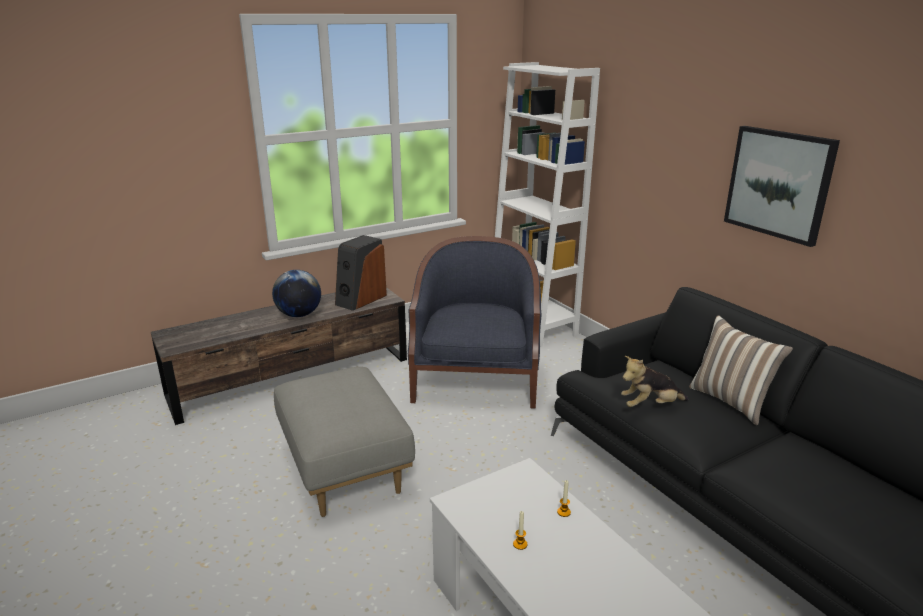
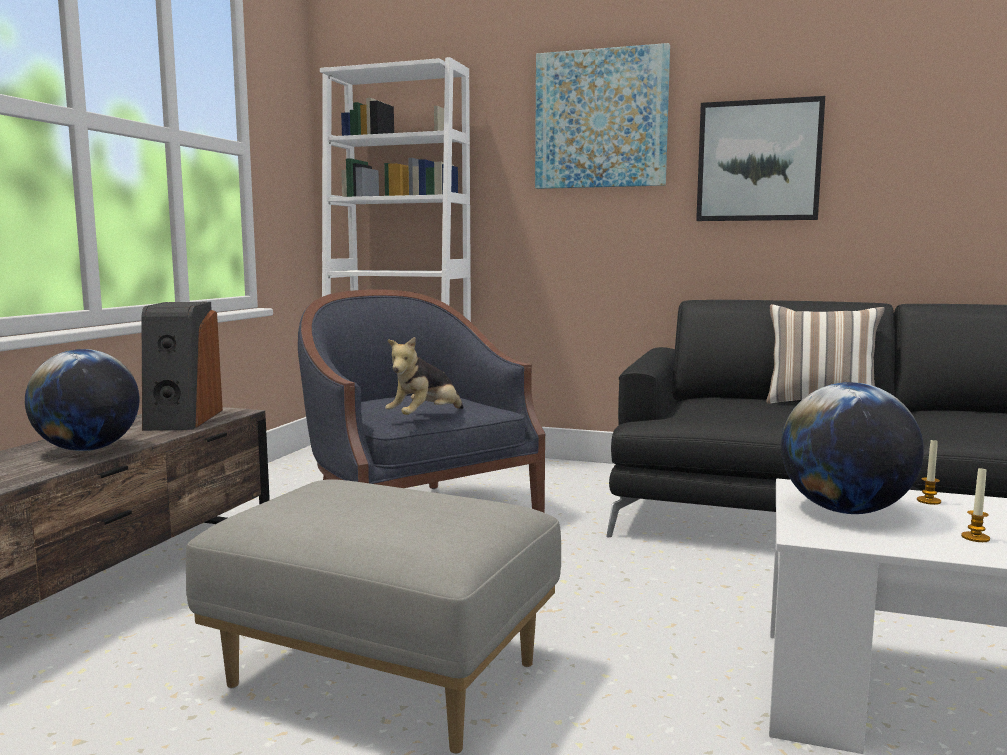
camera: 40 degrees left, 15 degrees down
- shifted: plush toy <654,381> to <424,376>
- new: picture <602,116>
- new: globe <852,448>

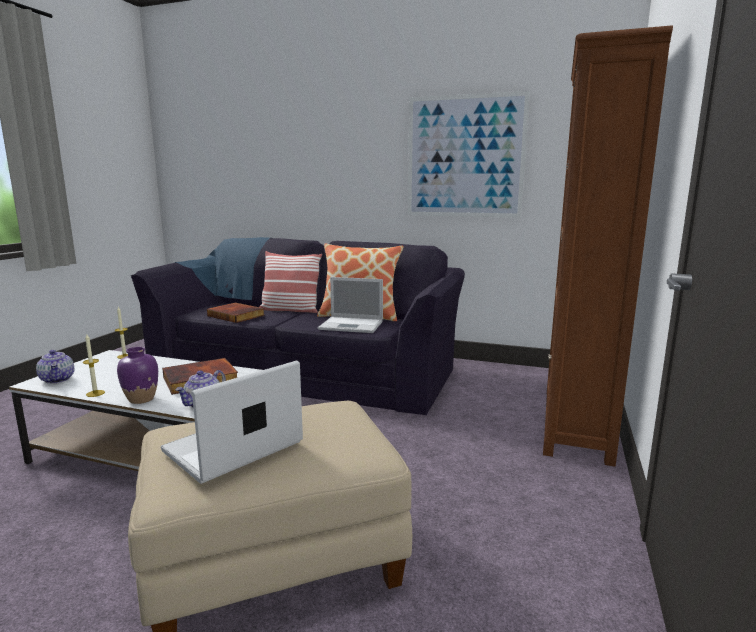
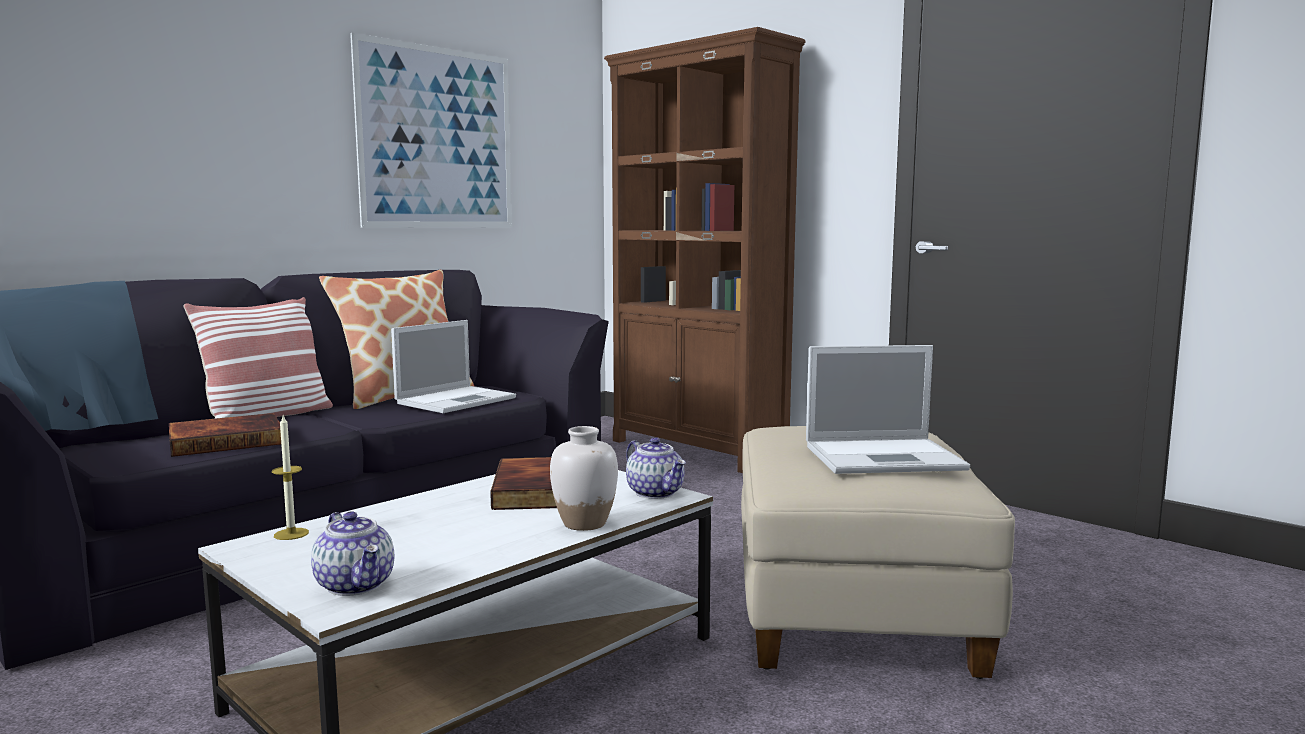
camera: 65 degrees left, 5 degrees down
- rotated: teapot <55,367> = <353,553> 60 degrees clockwise
- repainted: purple vase <137,375> to white vase <584,478>
- rotated: laptop <232,422> = <888,409> 75 degrees counterclockwise
- gone: candle <94,365>

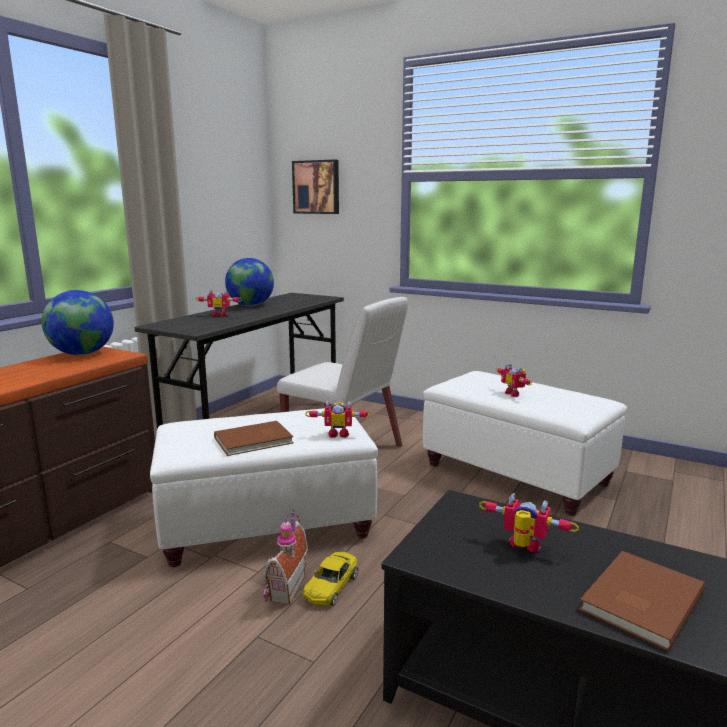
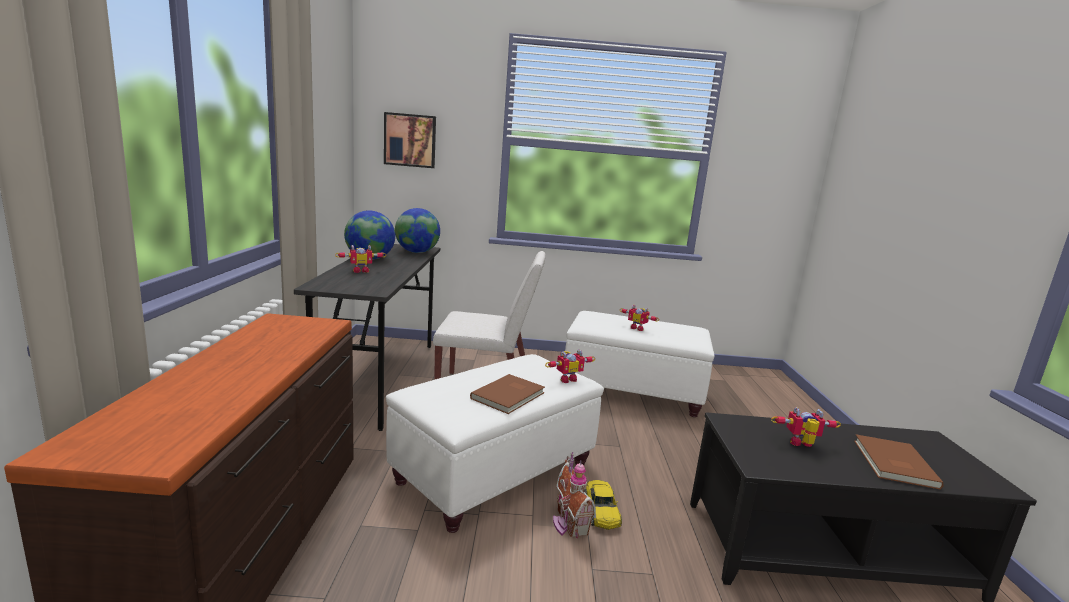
camera: 30 degrees left, 0 degrees up
- shifted: globe <78,322> to <417,230>

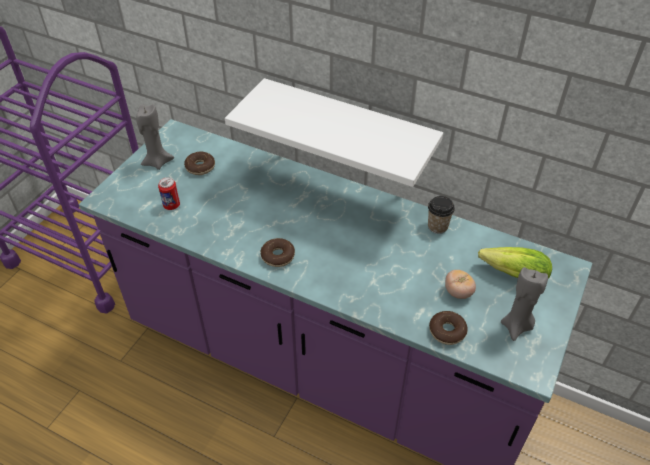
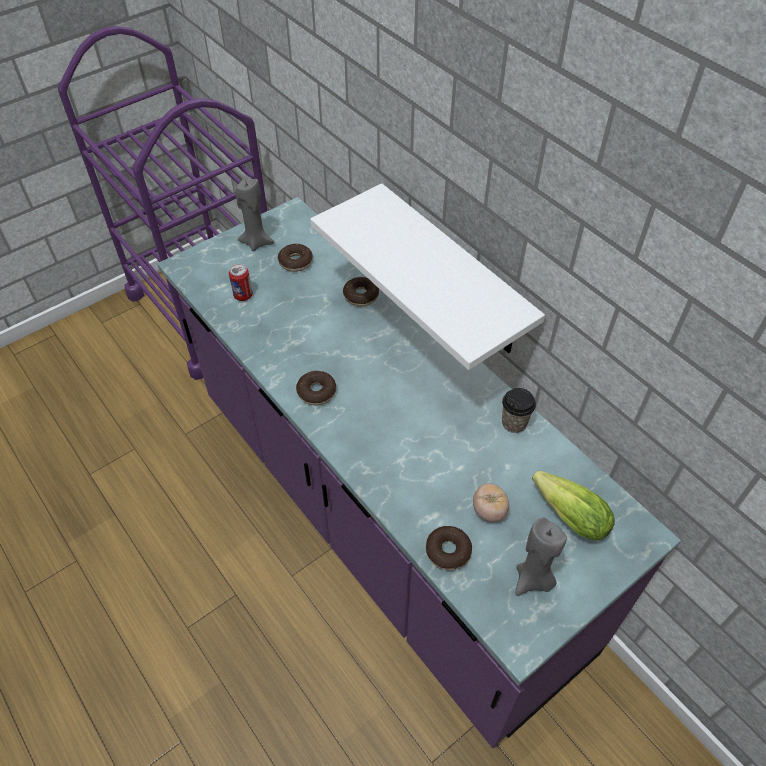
camera: 25 degrees right, 5 degrees up
- new: donut <361,292>

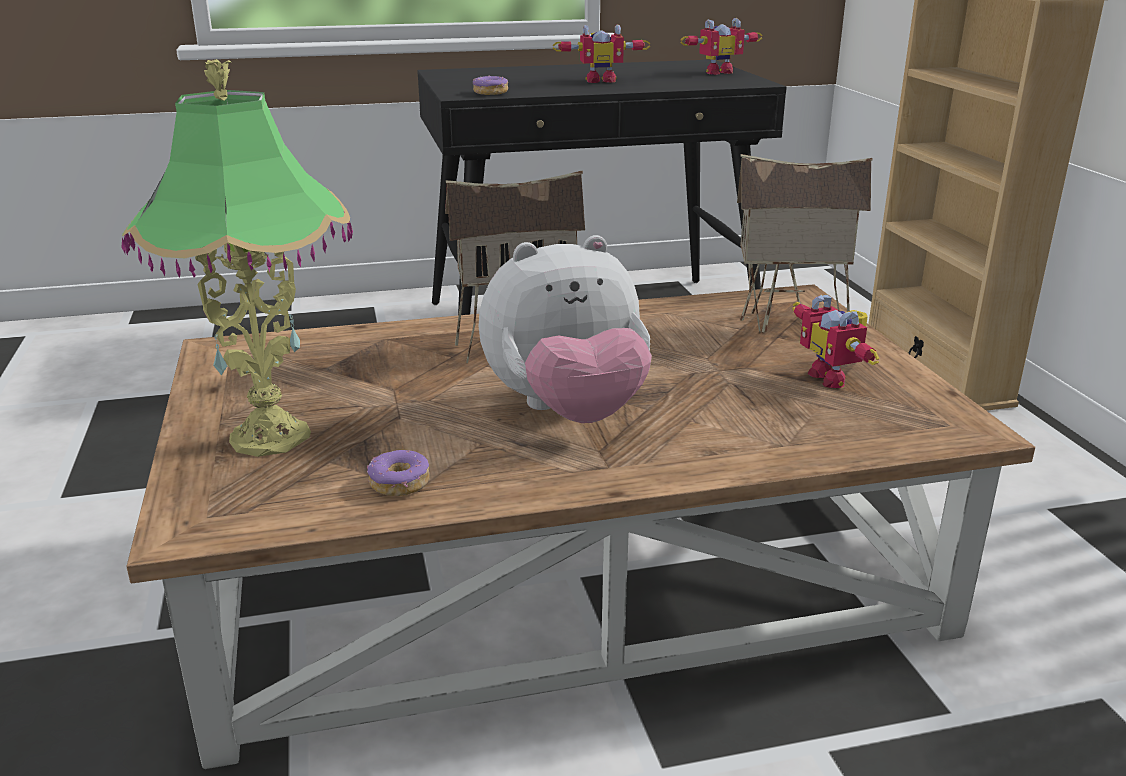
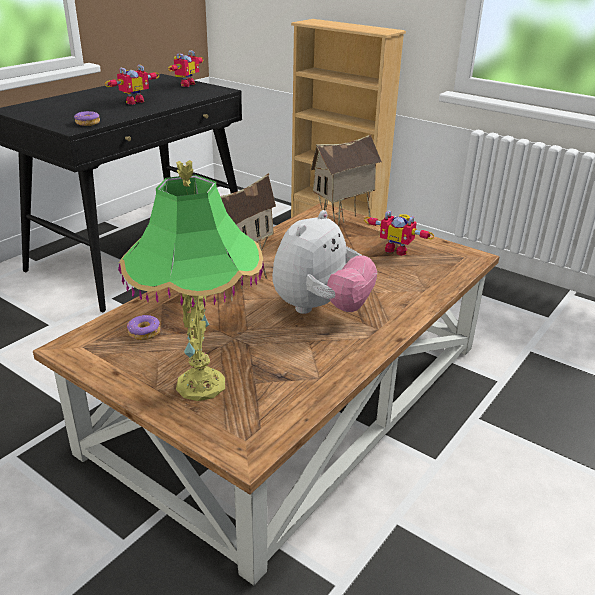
camera: 40 degrees left, 5 degrees up
- shifted: donut <398,473> to <143,327>

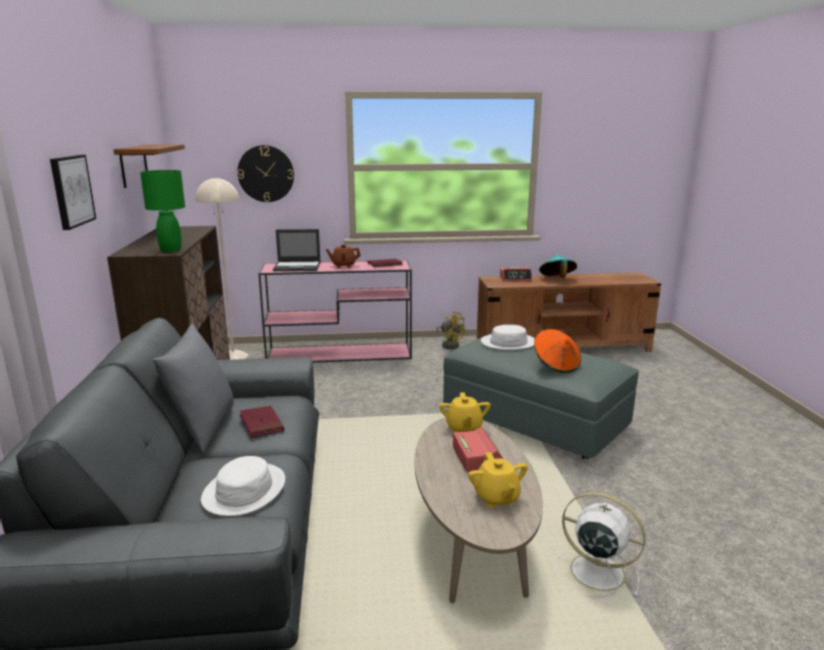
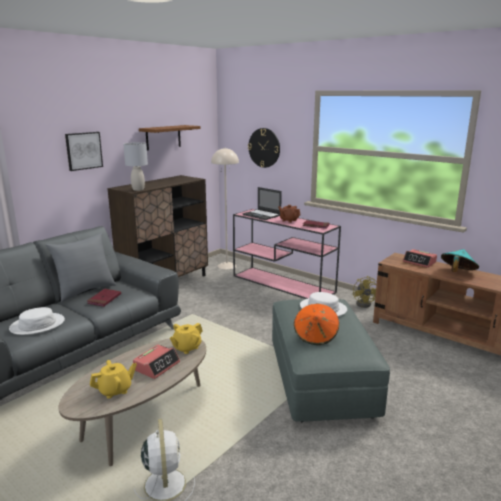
camera: 45 degrees right, 0 degrees up
- rotated: yellow teapot <498,480> = <113,379> 150 degrees counterclockwise
- repainted: green table lamp <162,211> to grey table lamp <135,166>

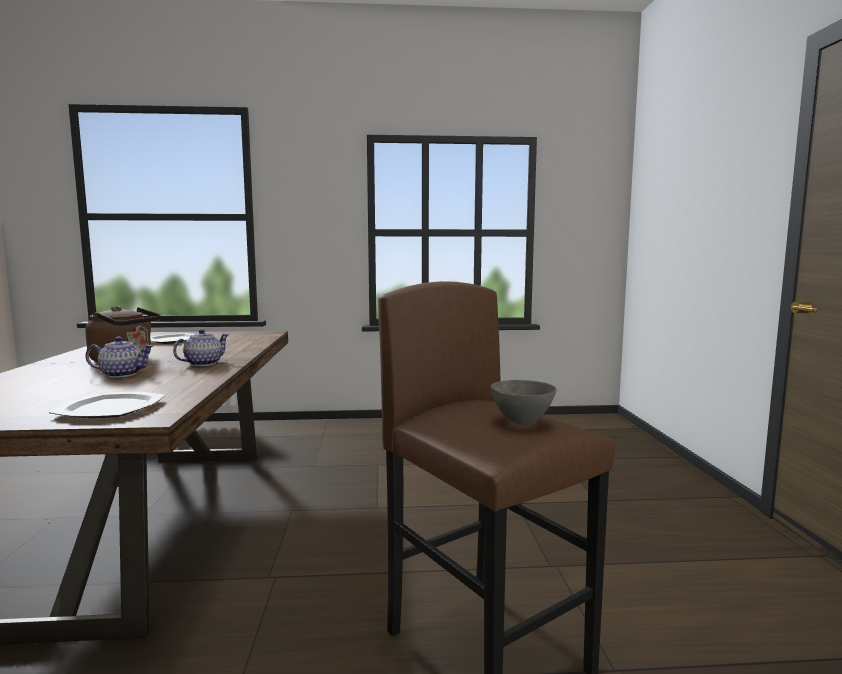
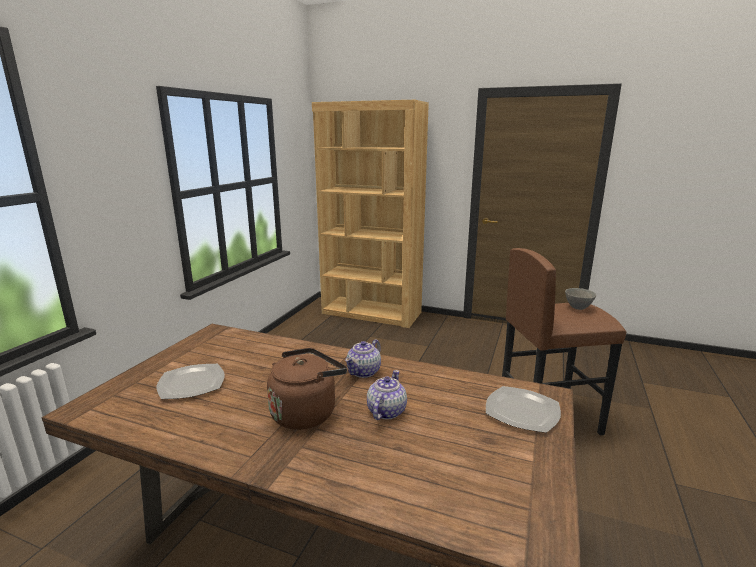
camera: 65 degrees left, 10 degrees up
- new: brown bookcase <370,214>
- rotated: teapot <201,347> = <363,358> 120 degrees counterclockwise

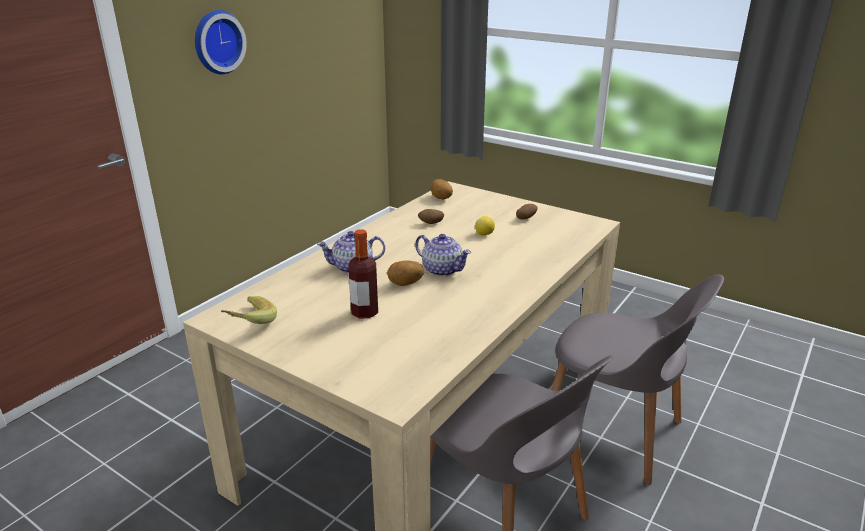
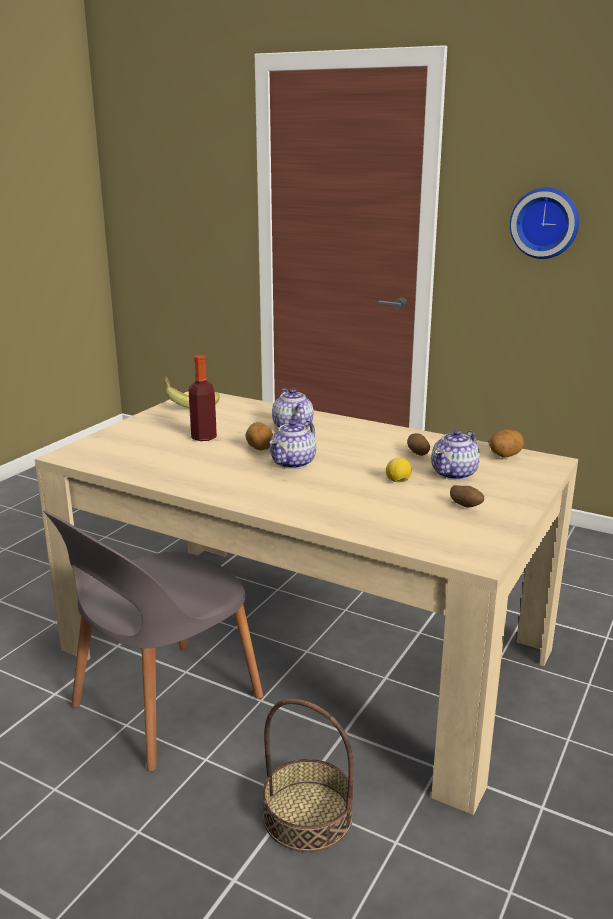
camera: 85 degrees right, 5 degrees down
- swapped: grey chair <637,380> to basket <308,775>
- new: teapot <455,455>

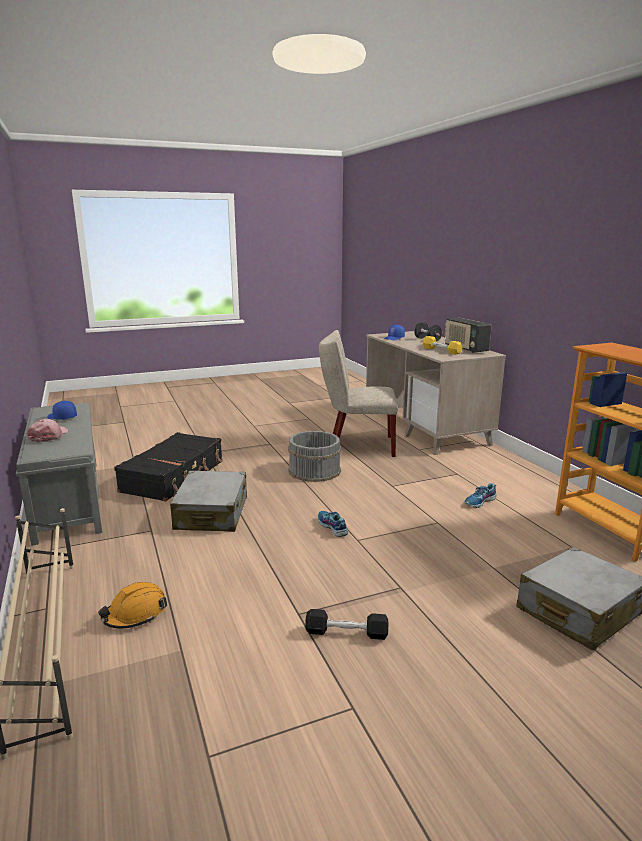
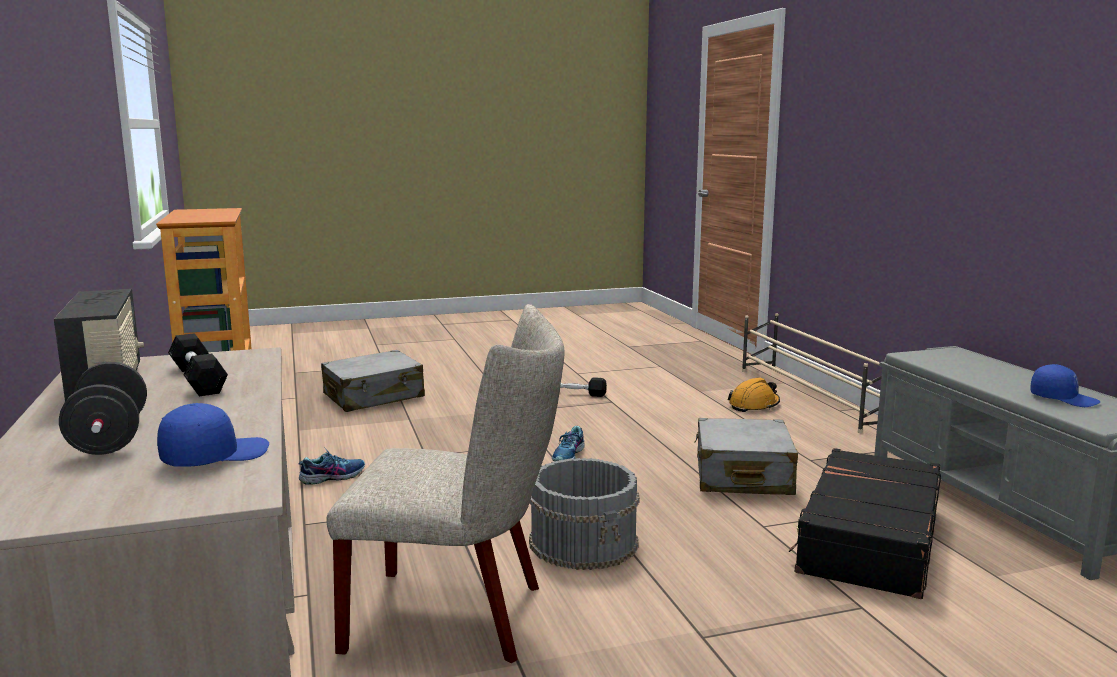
camera: 175 degrees left, 5 degrees down
- repainted: yellow dumbbell <442,345> to black dumbbell <198,364>
- rotated: shoe <333,524> = <568,443> 45 degrees clockwise
- gone: pink cap <47,430>

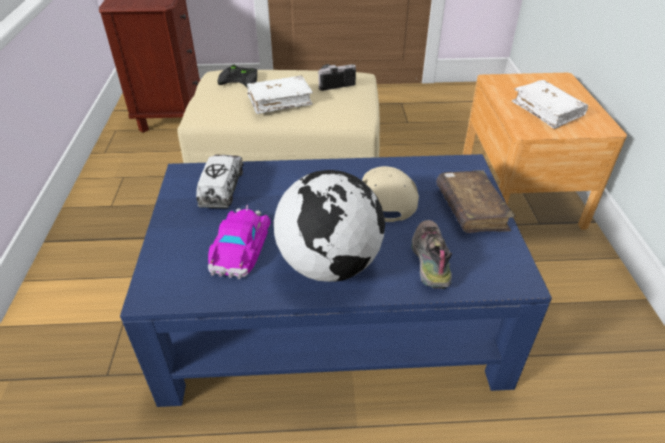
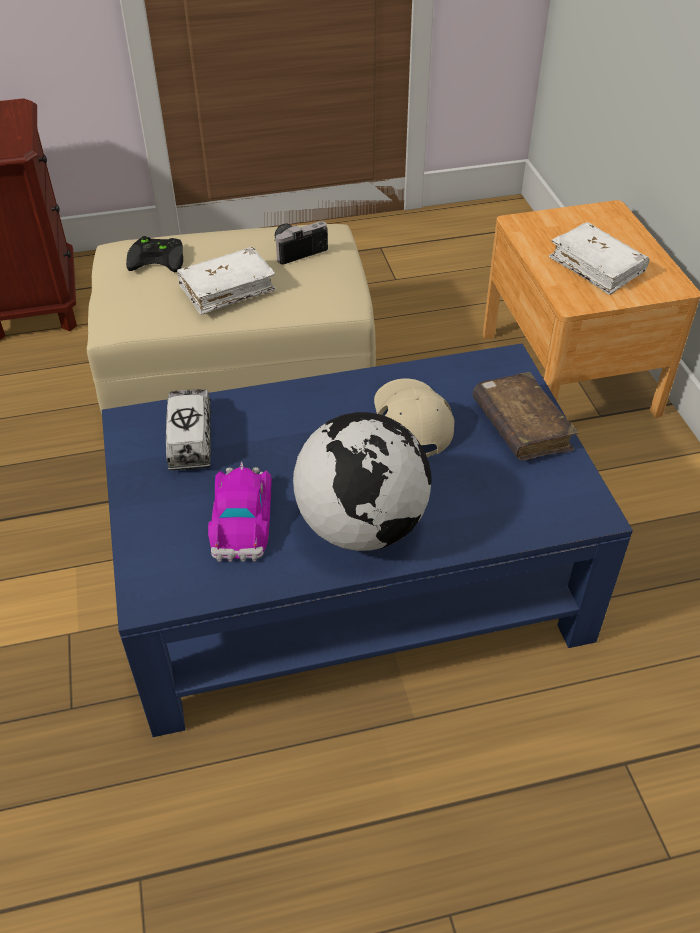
camera: 10 degrees left, 5 degrees up
- gone: shoe <431,254>

